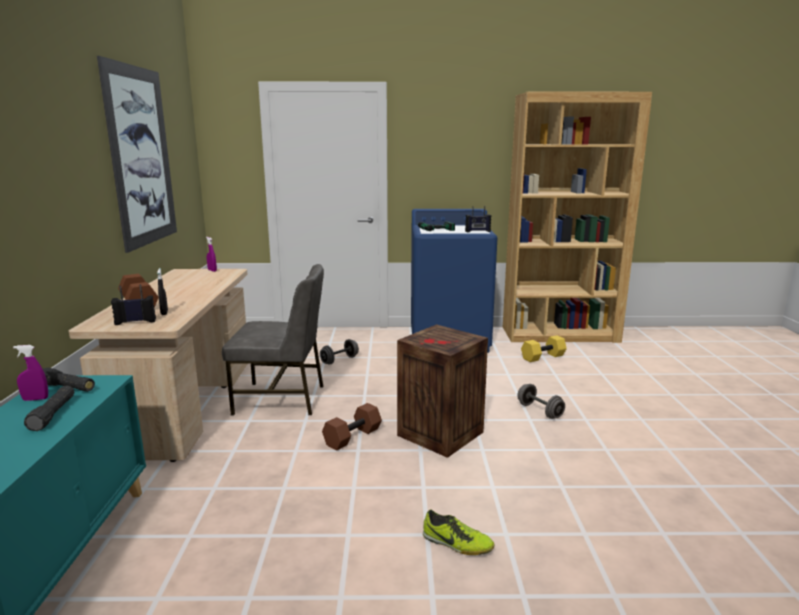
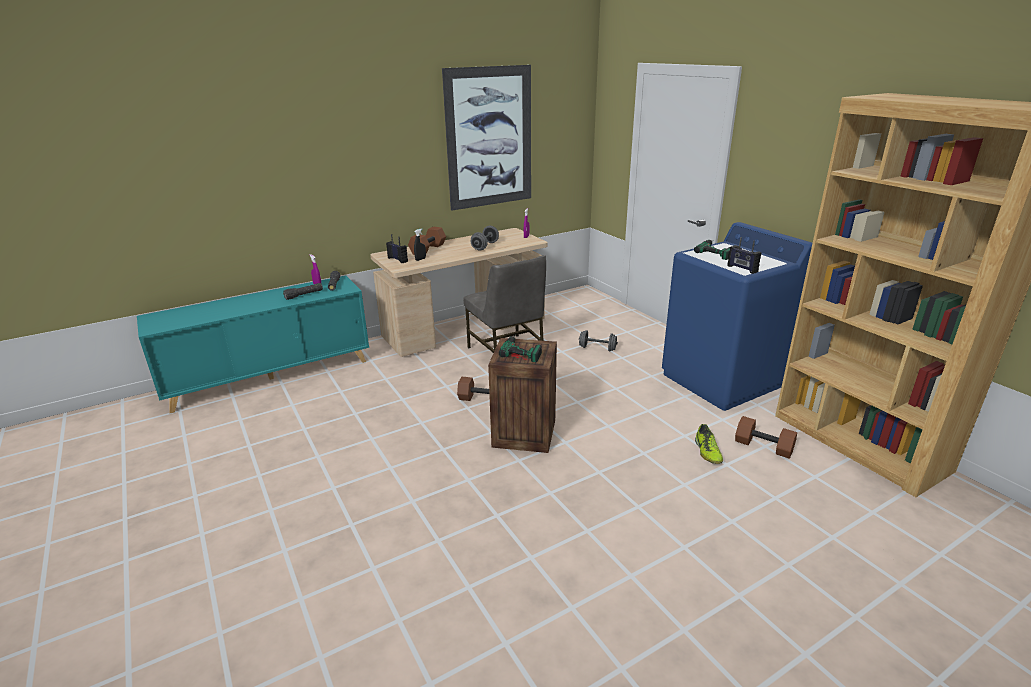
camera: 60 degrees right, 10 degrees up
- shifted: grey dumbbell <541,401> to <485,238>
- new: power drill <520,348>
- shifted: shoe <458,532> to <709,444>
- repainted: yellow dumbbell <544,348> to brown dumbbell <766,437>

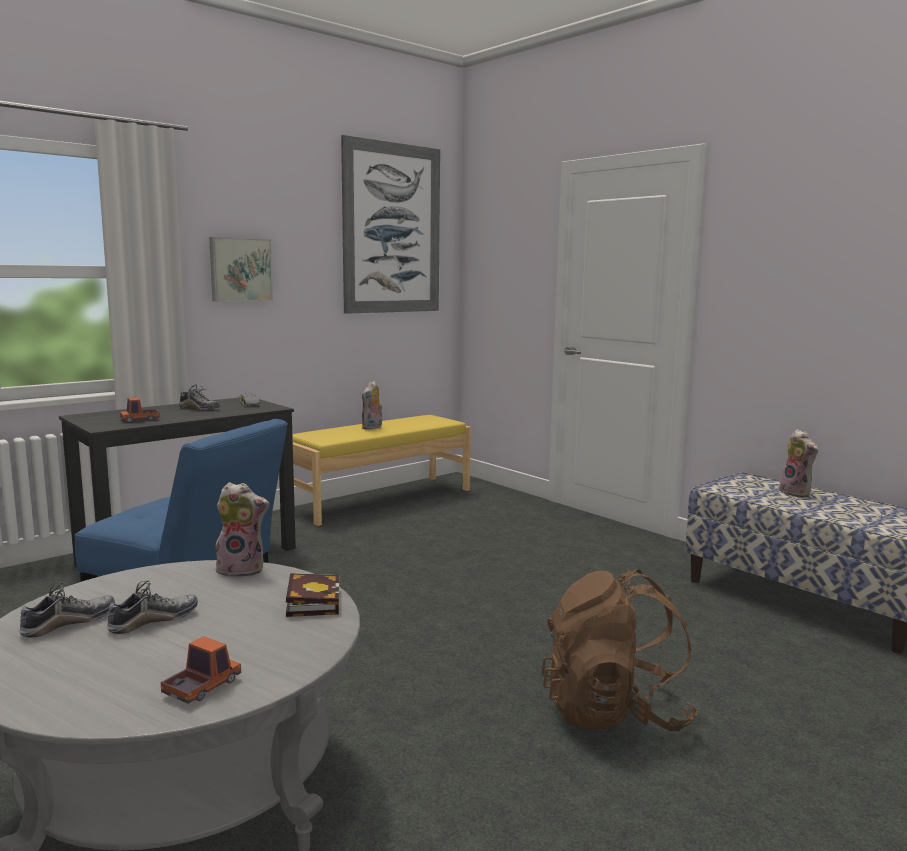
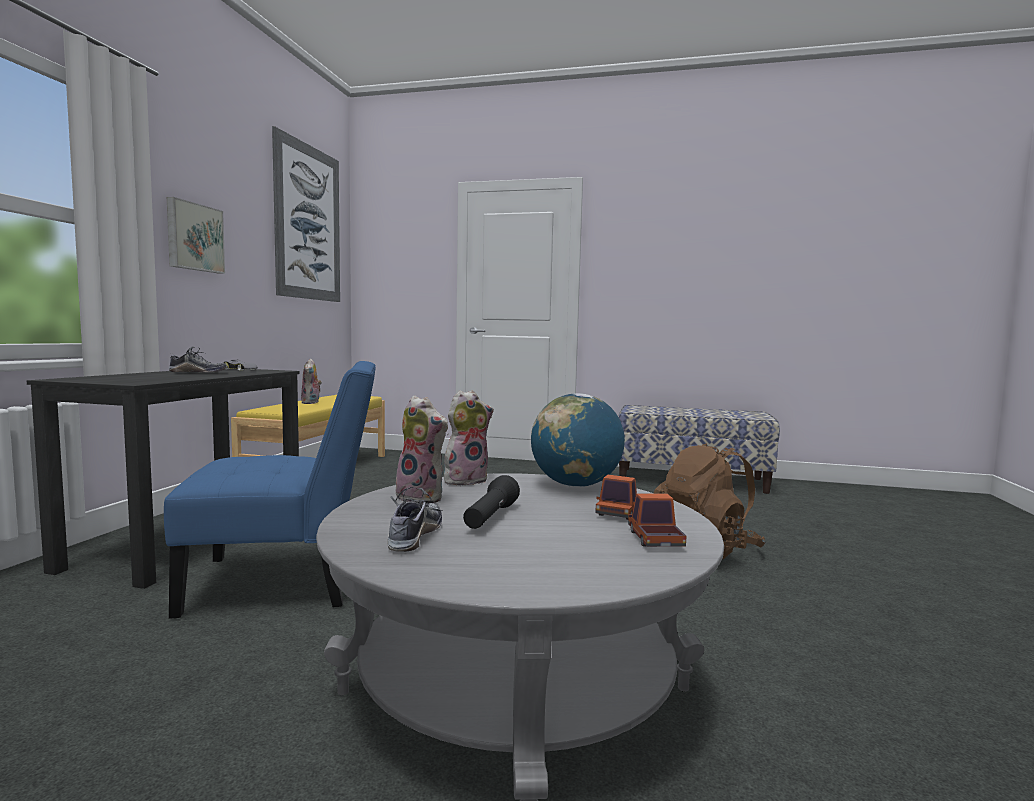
camera: 35 degrees left, 5 degrees down
- shifted: plush toy <798,463> to <420,450>
- swapped: shoe <152,607> to black flashlight <491,502>
- swapped: book <312,595> to globe <578,440>
- shifted: toy truck <140,409> to <616,497>

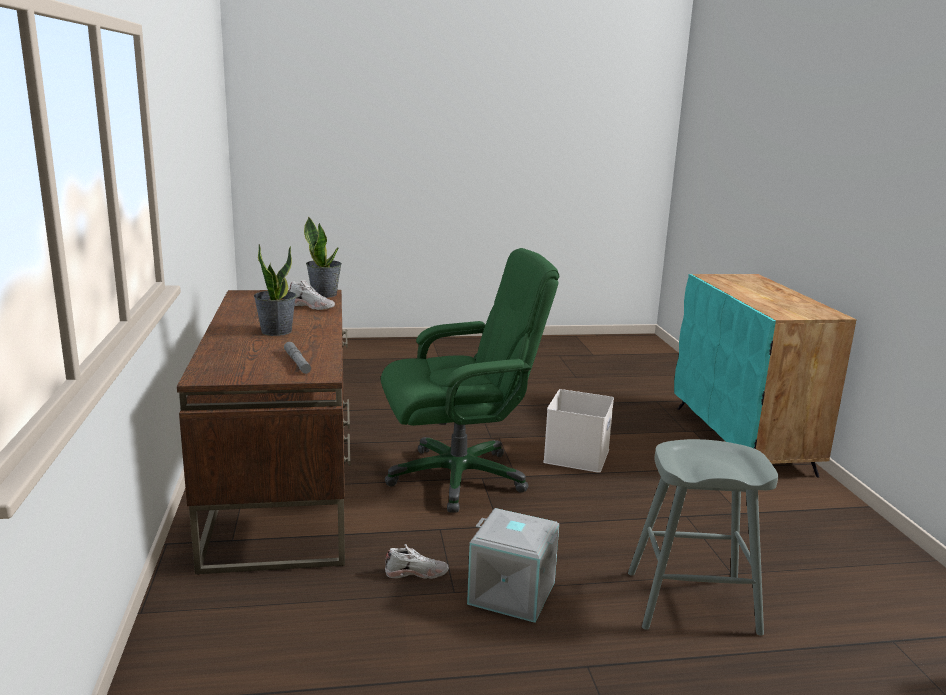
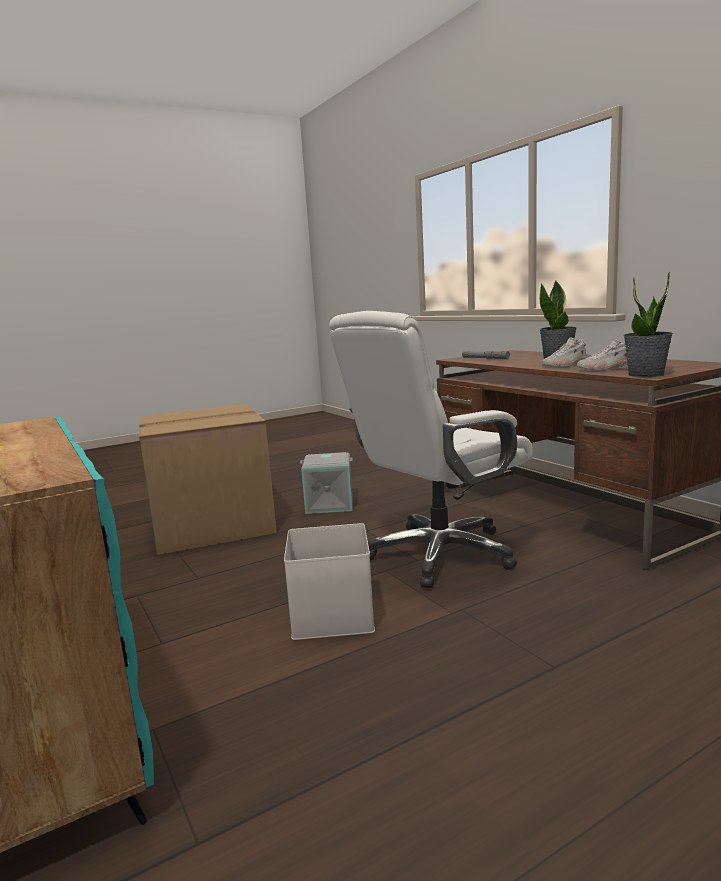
camera: 160 degrees right, 5 degrees down
- swapped: grey stool <703,537> to cardboard box <208,479>
- repainted: green office chair <470,380> to white office chair <431,449>
- shifted: white shoe <416,561> to <564,352>

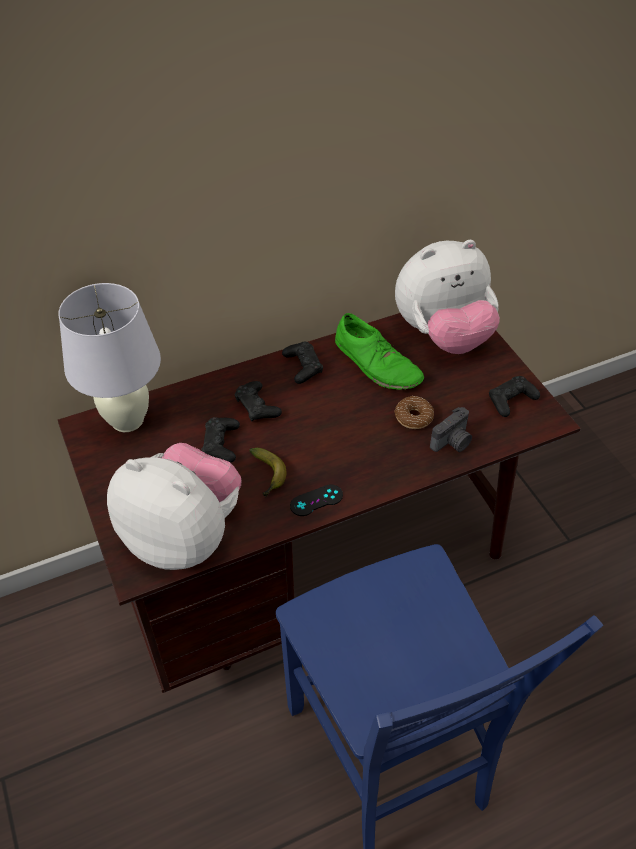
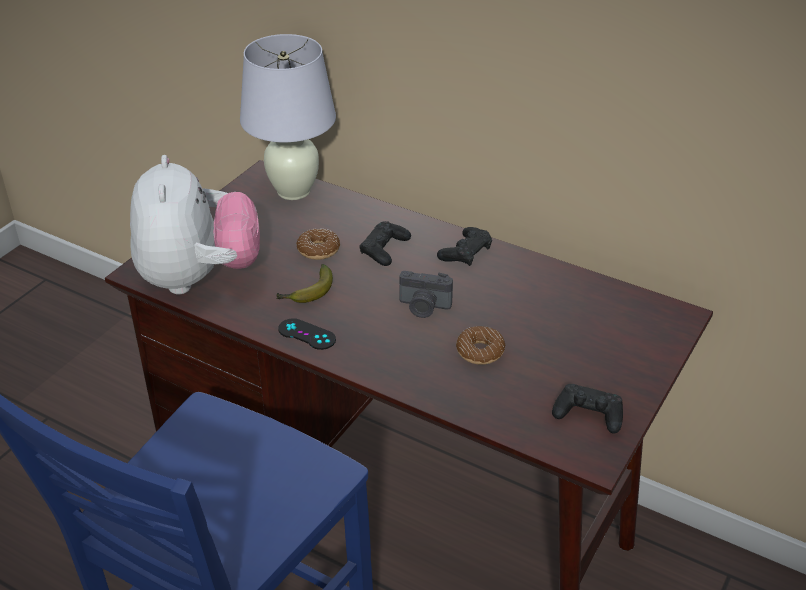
camera: 55 degrees right, 10 degrees down
- swapped: black game controller <221,439> to donut <318,244>
- shifted: photo camera <451,429> to <426,294>
- gone: green shoe <379,351>
- gone: plush toy <447,297>

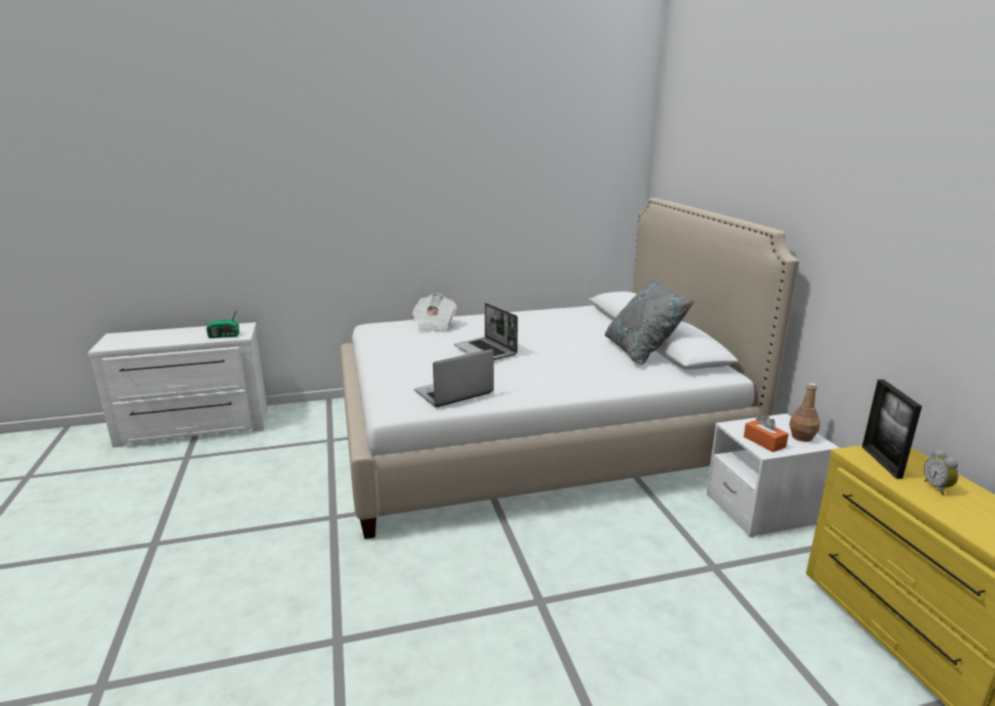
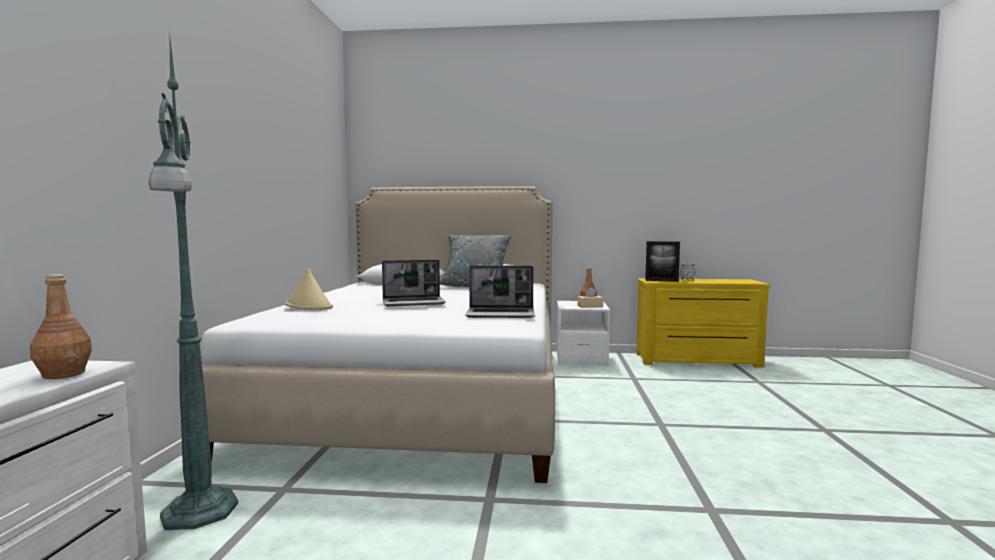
camera: 70 degrees left, 15 degrees down
- swapped: radio <222,322> to brown bottle <61,326>
- new: green floor lamp <193,280>
- swapped: newspaper <434,313> to beige hat <309,289>
- rotated: laptop <454,378> = <500,292> 75 degrees counterclockwise
- repainted: orange tissue box <766,433> to beige tissue box <590,297>

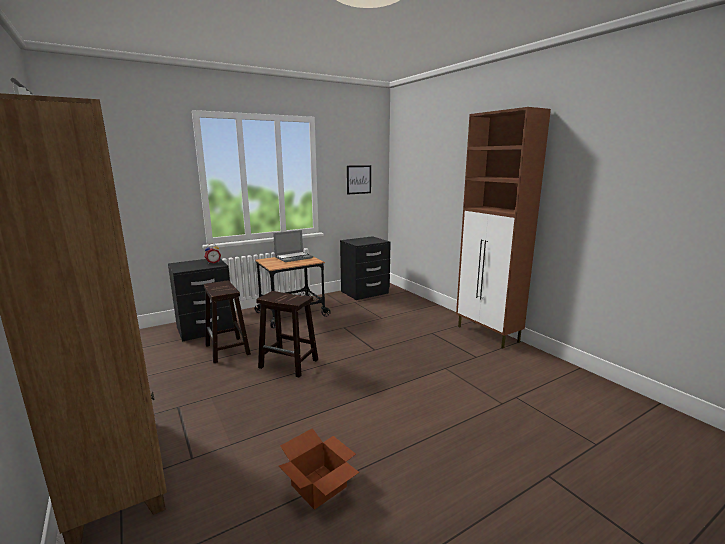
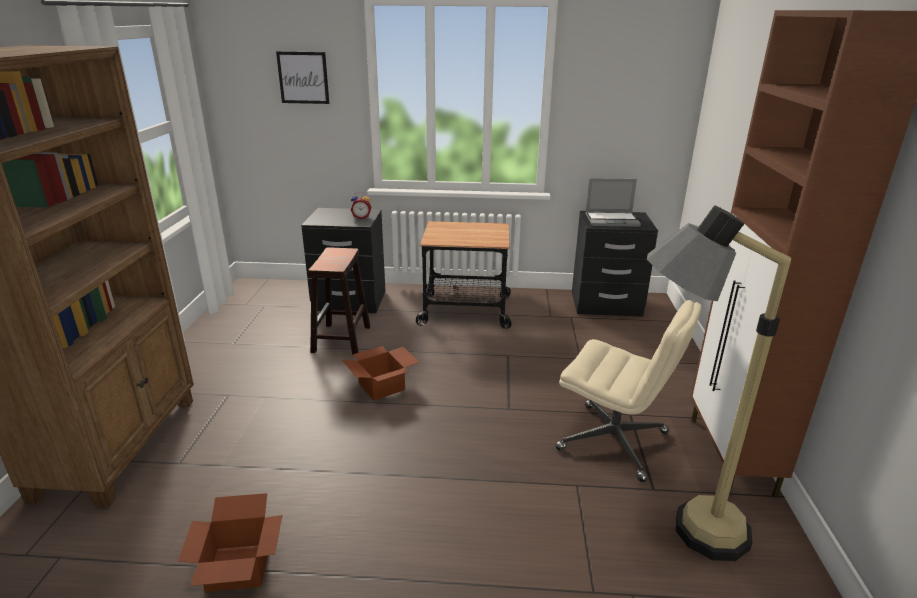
camera: 35 degrees right, 10 degrees up
- shifted: picture <359,180> to <302,77>
- swapped: brown stool <287,334> to cardboard box <380,373>
- new: beige office chair <628,391>
- shifted: laptop <293,246> to <613,202>
- new: floor lamp <719,383>

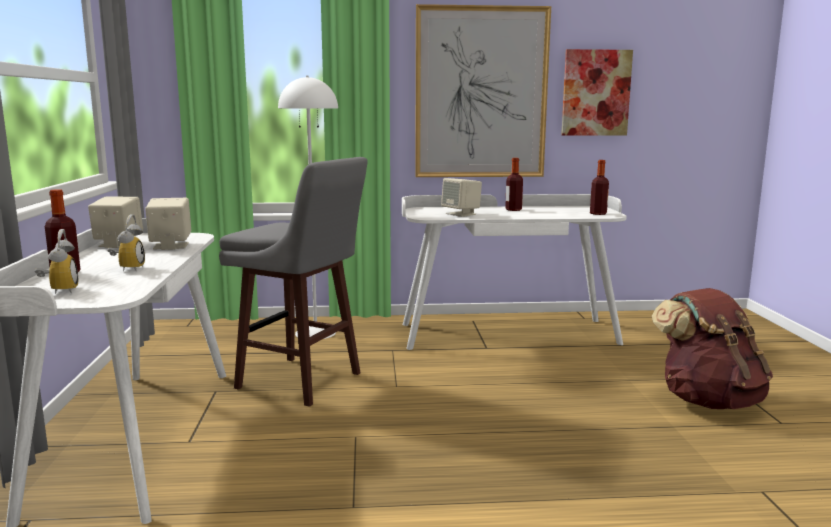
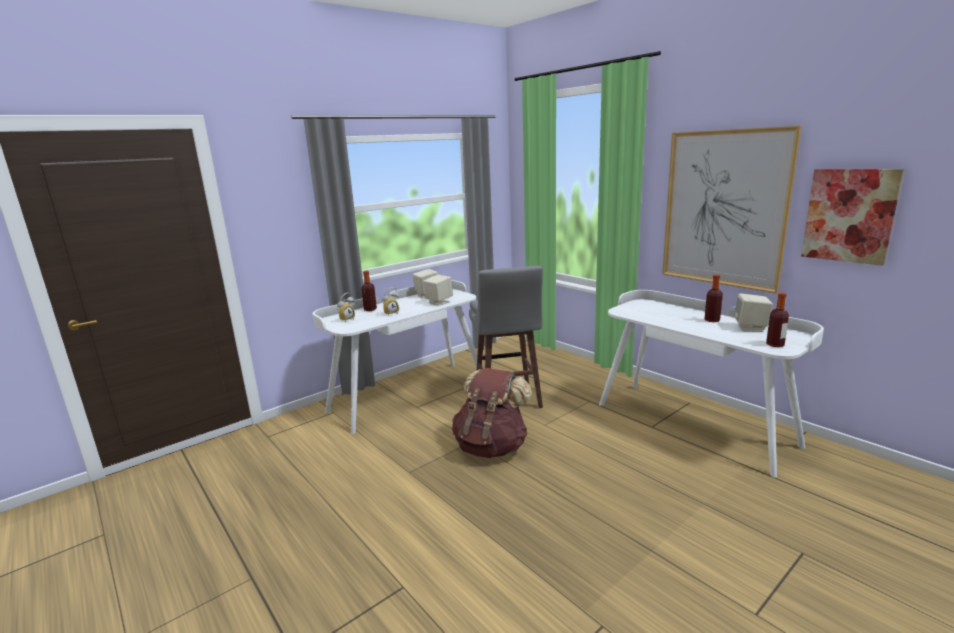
camera: 55 degrees right, 5 degrees up
- shifted: brown backpack <712,348> to <492,413>
- shifted: beige speaker <461,197> to <753,312>
- gone: white floor lamp <308,207>

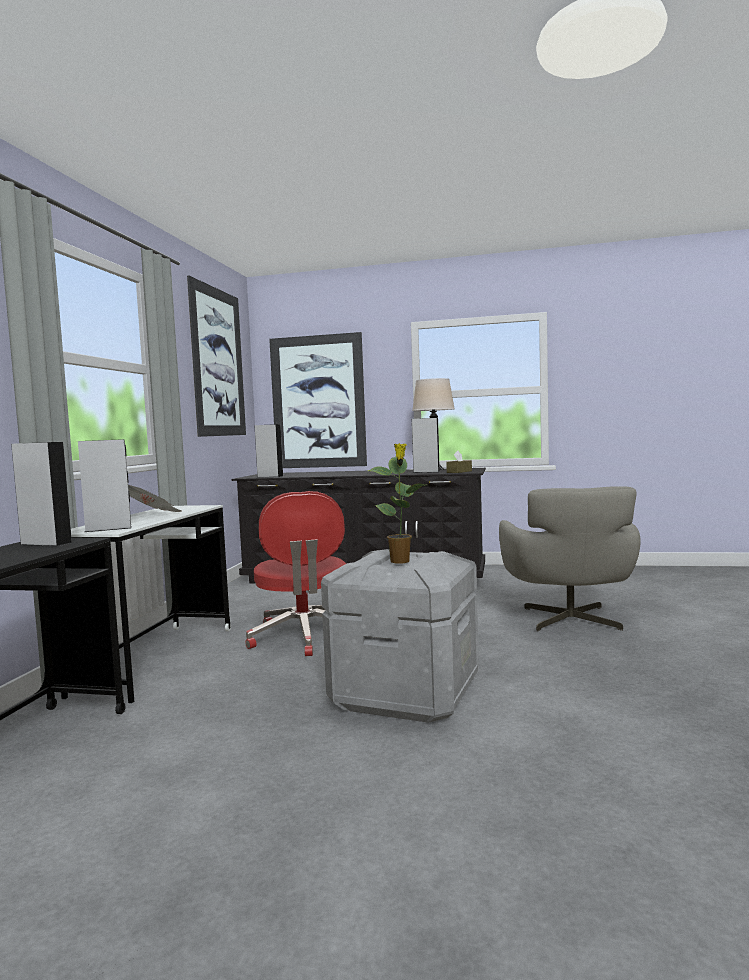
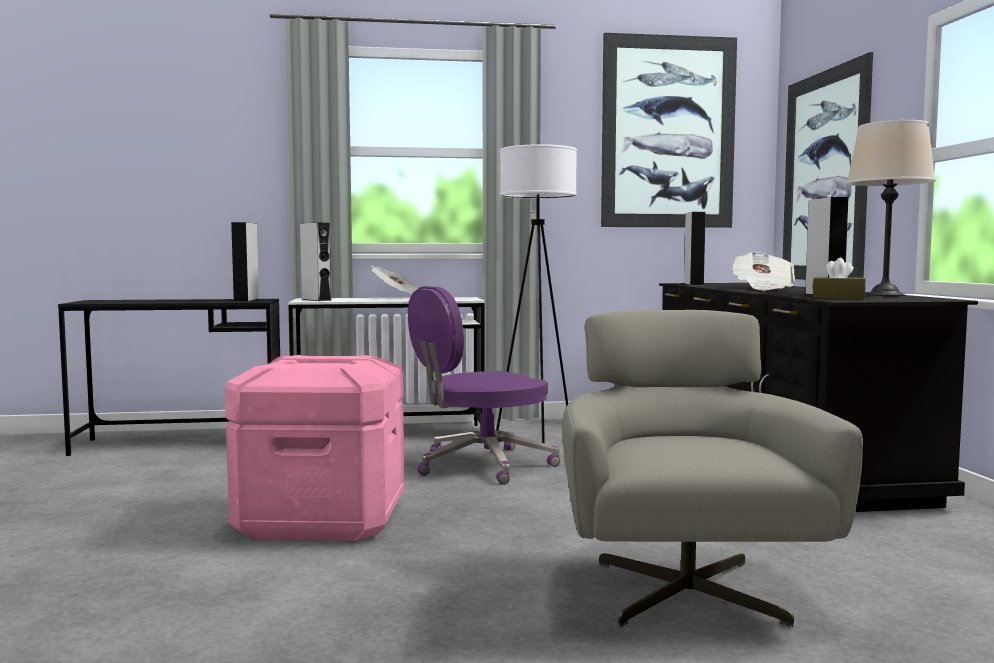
camera: 70 degrees right, 0 degrees up
- repainted: grey storage box <400,636> to pink storage box <314,448>
- repainted: red office chair <295,573> to purple office chair <484,385>
- new: white floor lamp <536,294>
- rotated: grey armchair <570,559> = <712,468> 105 degrees clockwise
- new: newspaper <763,271>
- gone: potted plant <397,503>

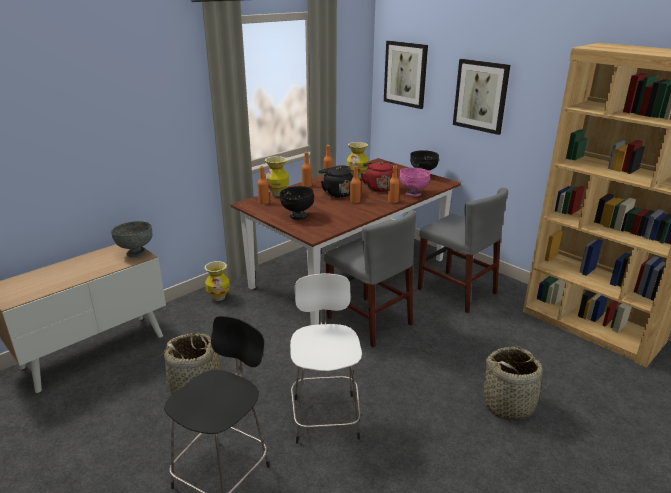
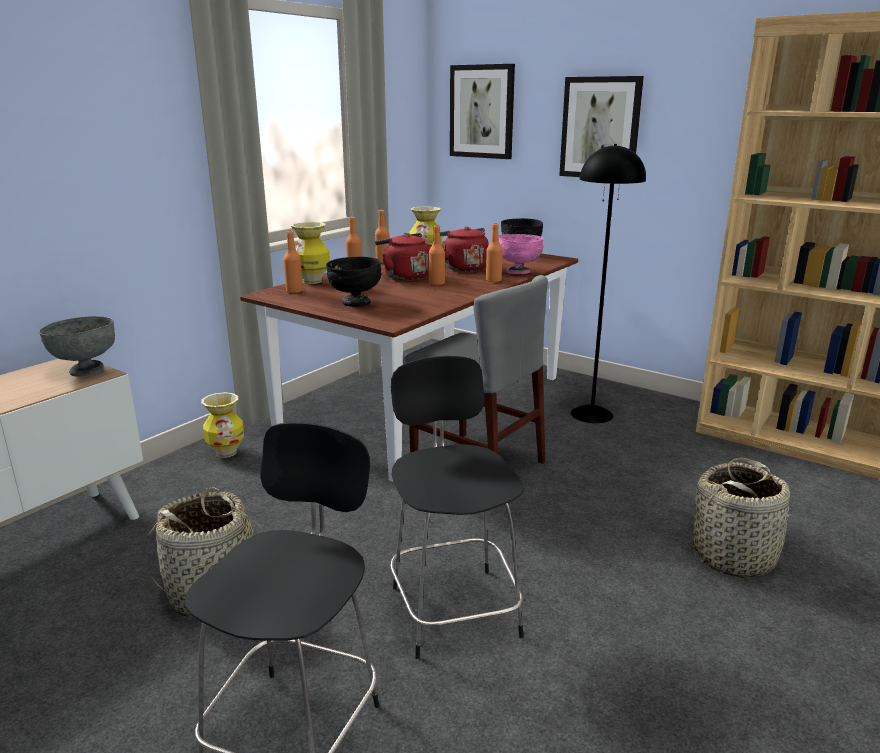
camera: 10 degrees left, 5 degrees down
- repainted: black kettle <335,181> to red kettle <402,257>
- repainted: white stool <326,358> to black stool <457,507>
- swapped: grey chair <463,250> to black floor lamp <608,283>

